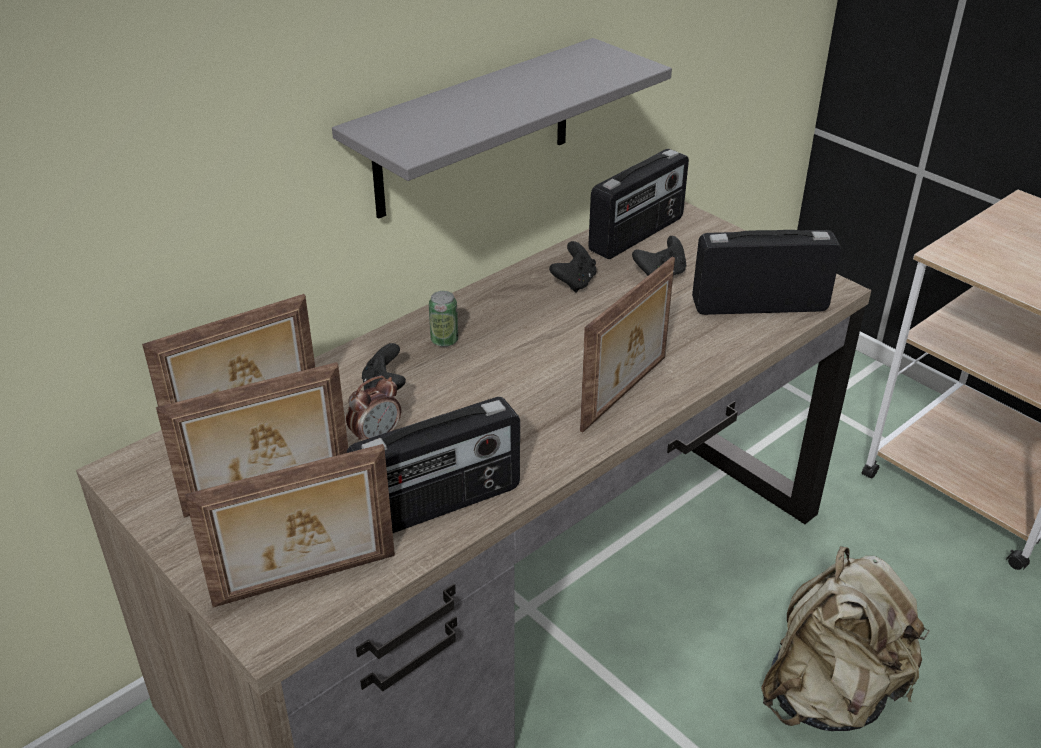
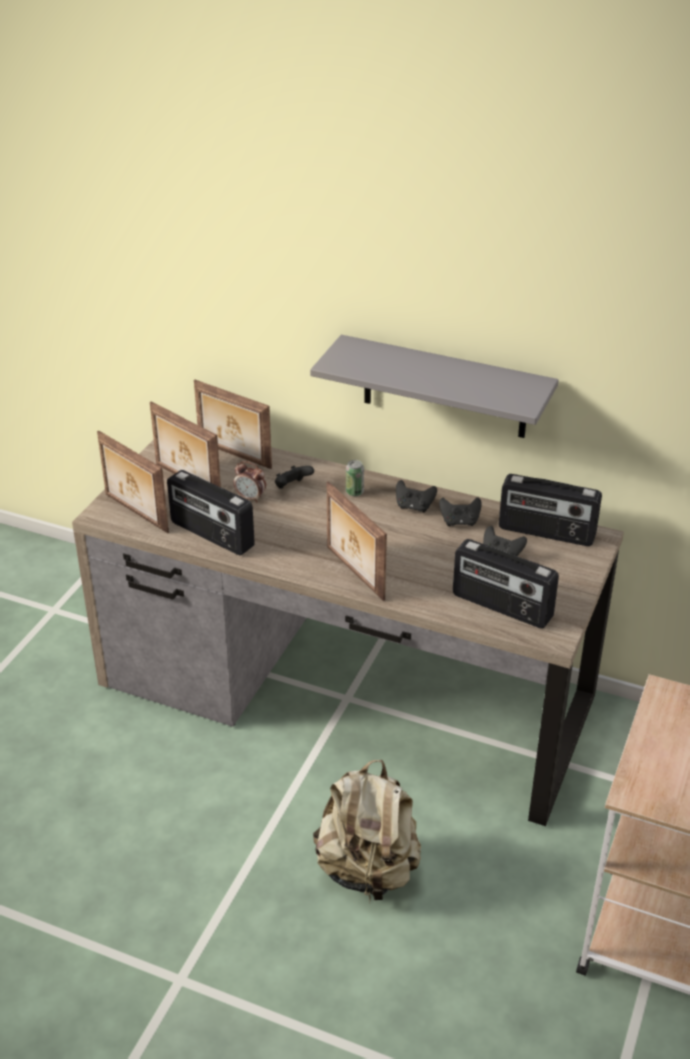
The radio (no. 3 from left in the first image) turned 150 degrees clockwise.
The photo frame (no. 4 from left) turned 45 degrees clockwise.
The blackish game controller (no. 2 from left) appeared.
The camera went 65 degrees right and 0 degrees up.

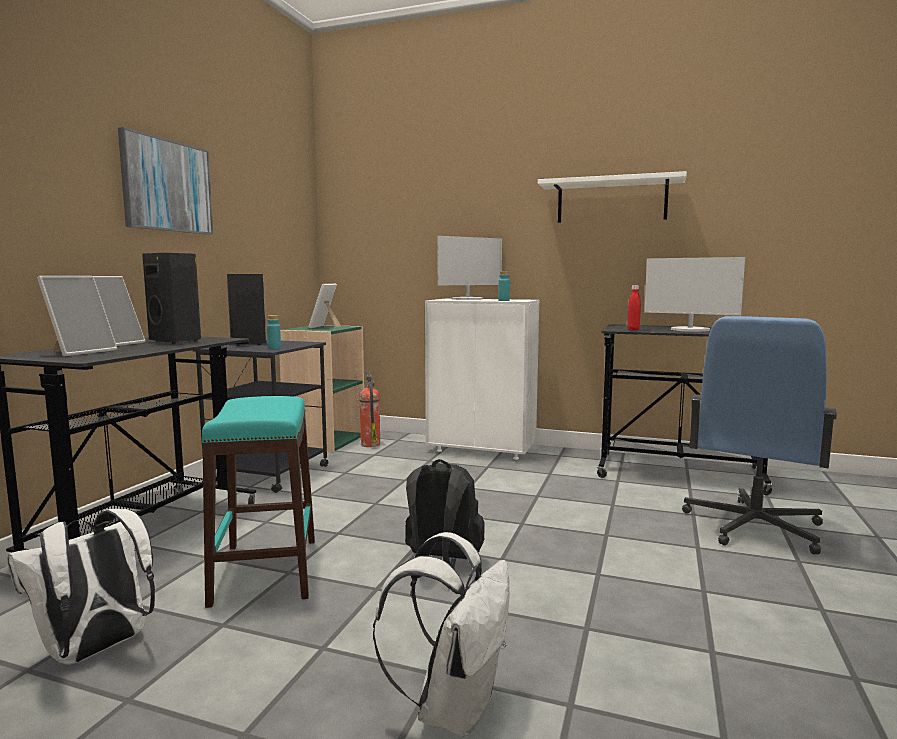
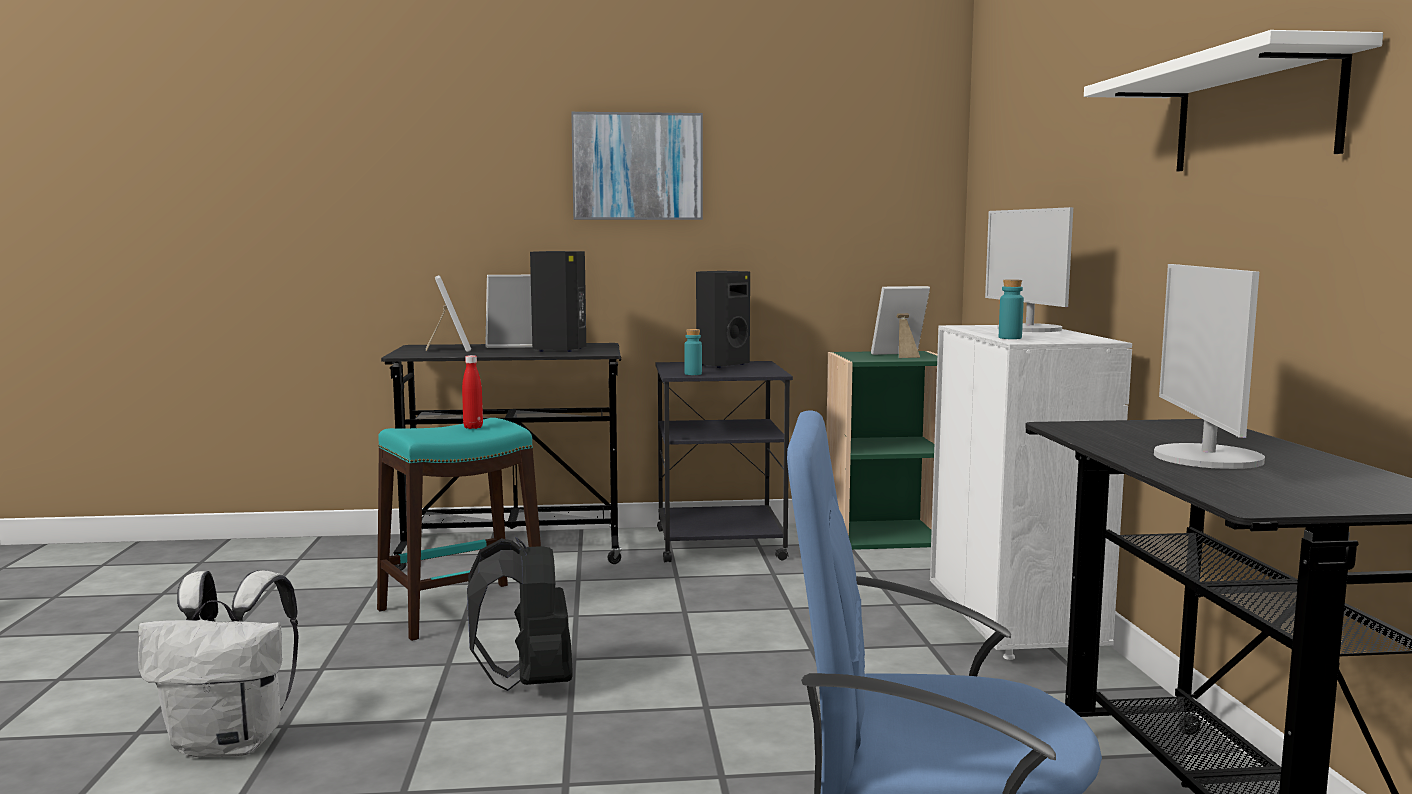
The monitor (no. 1 from left) turned 45 degrees clockwise.
The photo frame (no. 1 from left) turned 105 degrees counterclockwise.
The red bottle moved.
The fire extinguisher disappeared.
The white-coloured knapsack (no. 1 from left) disappeared.
The camera went 65 degrees right and 0 degrees up.

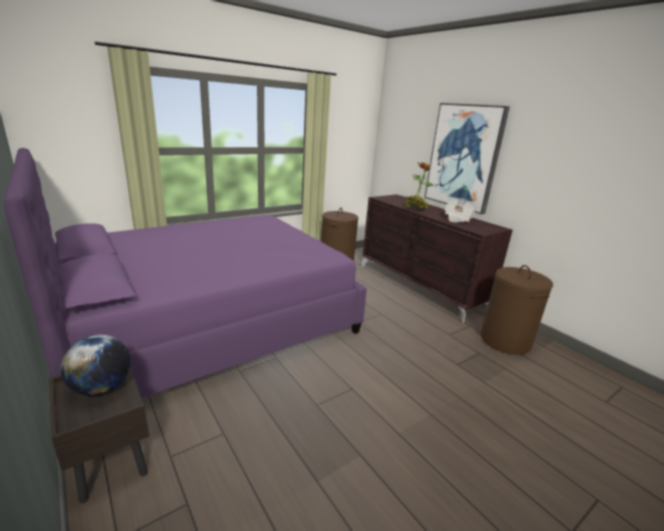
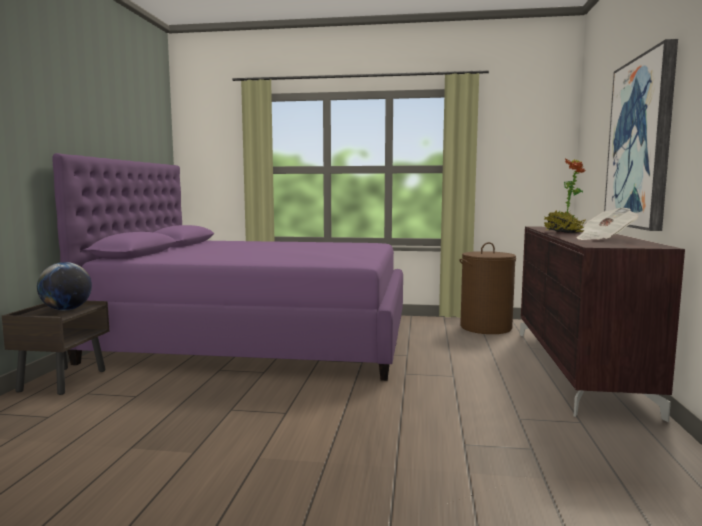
The brownish laundry basket (no. 2 from left) disappeared.
The camera went 45 degrees right and 15 degrees down.

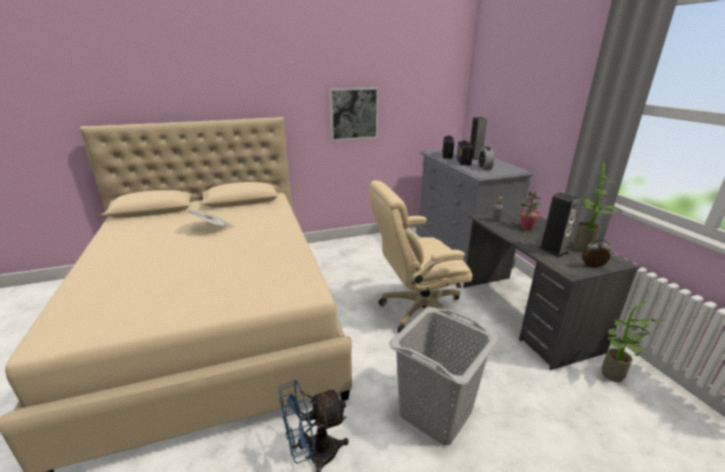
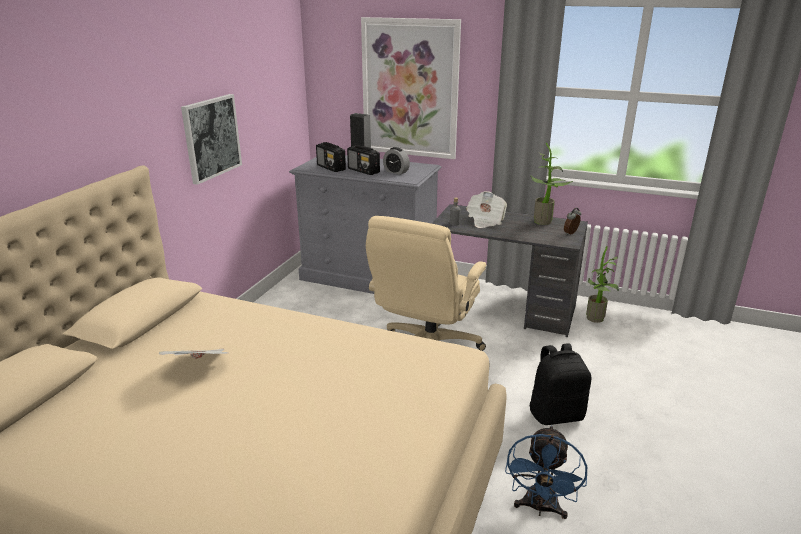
The potted plant (no. 1 from left) was replaced by the printed paper (no. 2 from left).
The audio speaker (no. 2 from left) disappeared.
The gray laundry basket was replaced by the blackish knapsack.
The picture (no. 2 from left) appeared.
The camera went 50 degrees left and 0 degrees up.

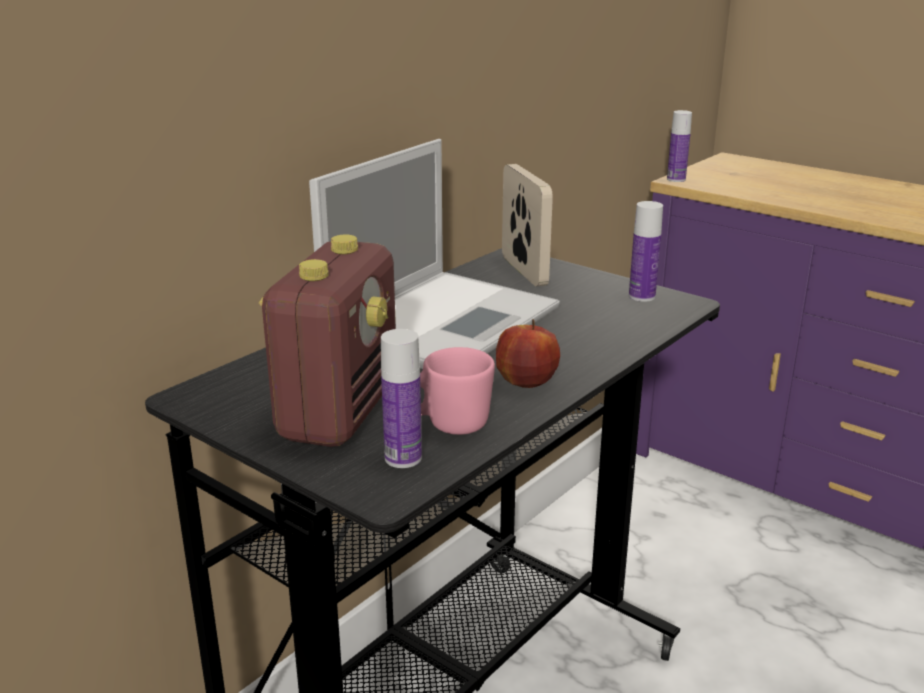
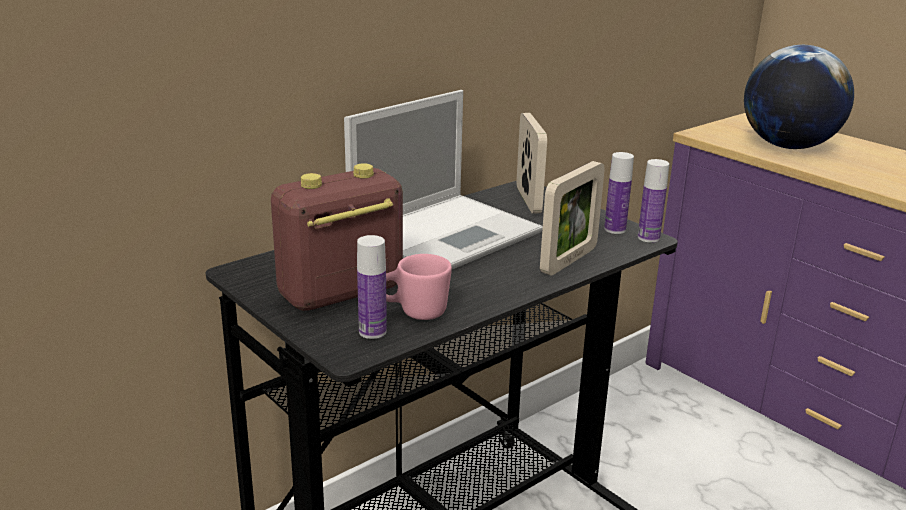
The bottle (no. 3 from left) moved.
The radio turned 150 degrees counterclockwise.
The apple fruit disappeared.
The globe appeared.
The photo frame (no. 2 from left) appeared.
The camera went 10 degrees right and 0 degrees up.

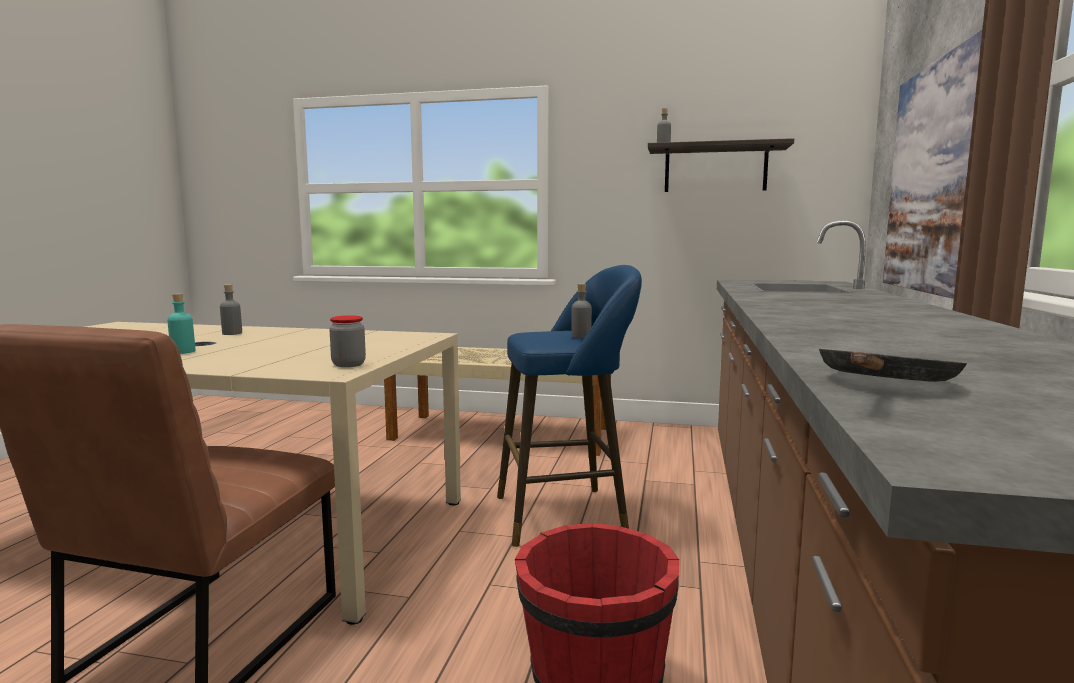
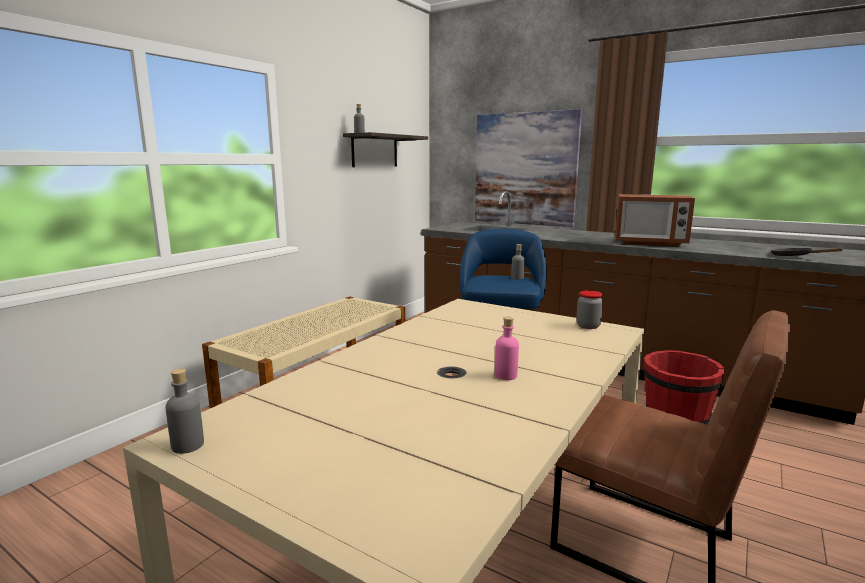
The gray bottle (no. 1 from left) moved.
The turquoise bottle became the pink bottle.
The kitchen microwave appeared.
The camera went 70 degrees left and 5 degrees up.

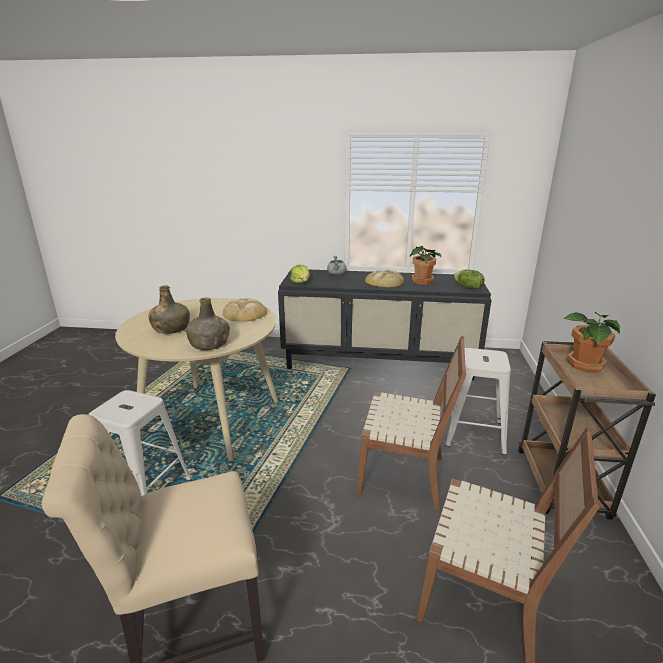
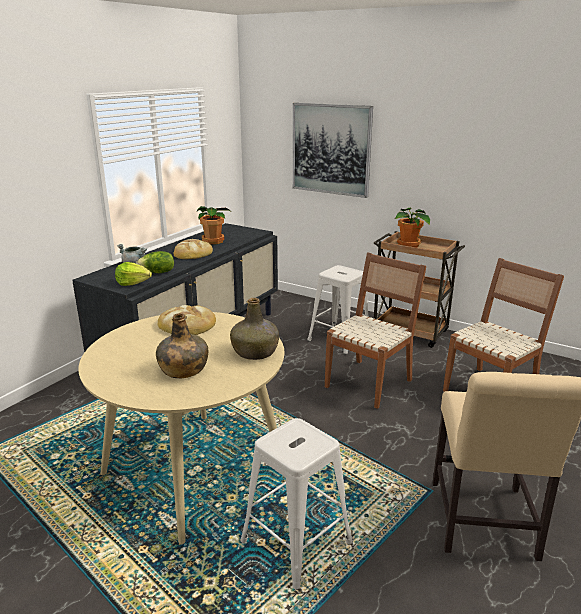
The lettuce (no. 2 from left) moved.
The picture appeared.
The camera went 65 degrees left and 0 degrees up.

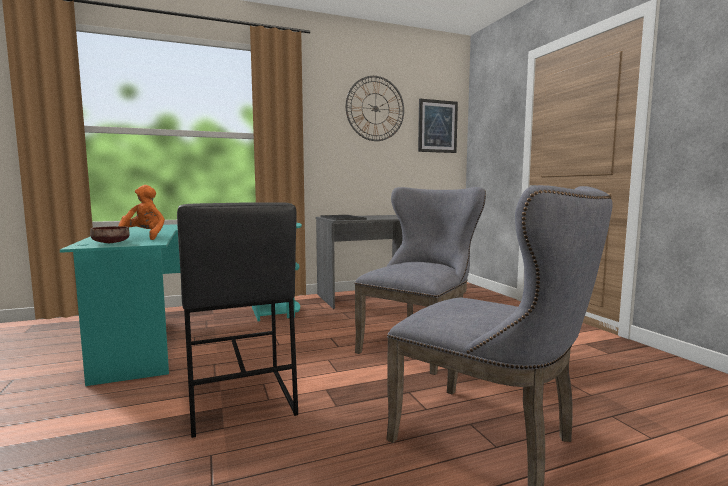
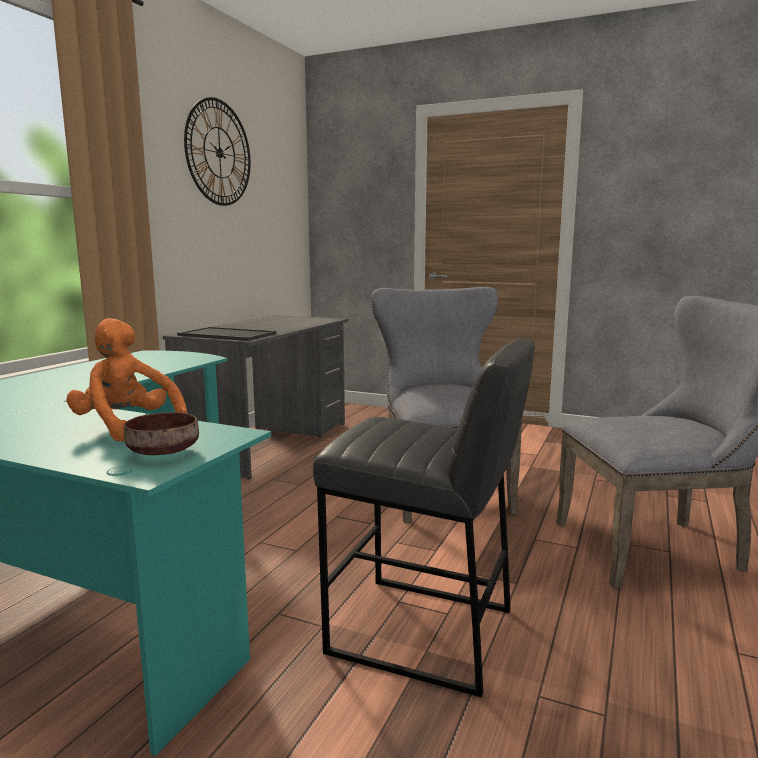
The picture disappeared.
The camera went 45 degrees left and 5 degrees up.

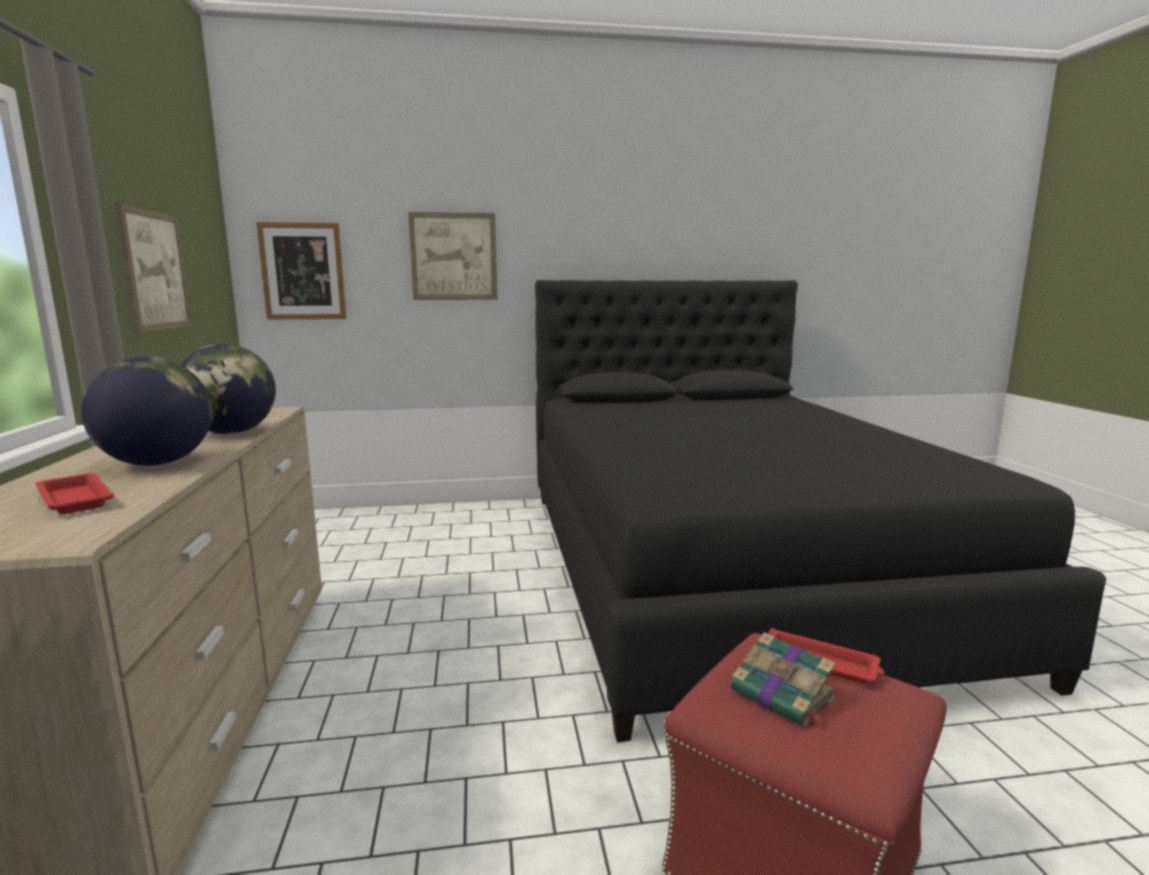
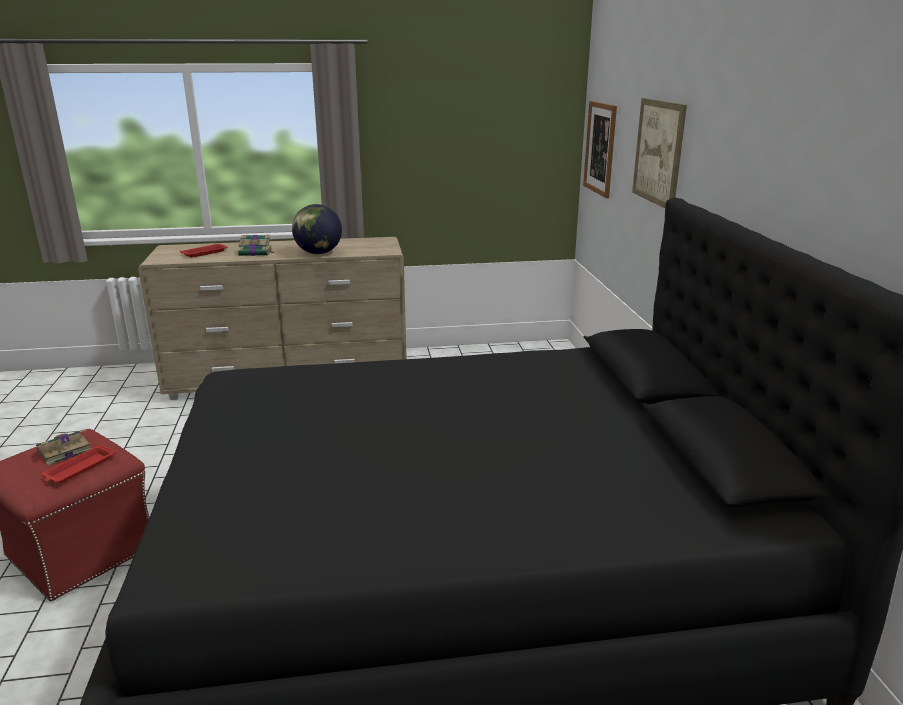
The picture (no. 1 from left) disappeared.
The globe (no. 1 from left) was replaced by the volume (no. 2 from left).
The camera went 90 degrees right and 10 degrees up.

